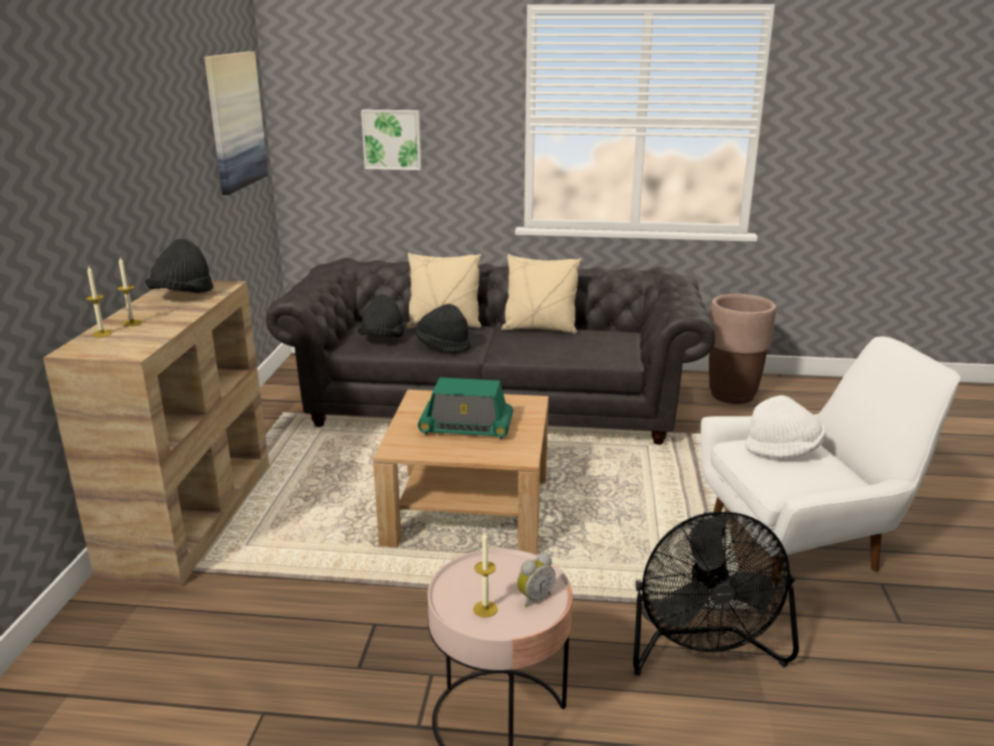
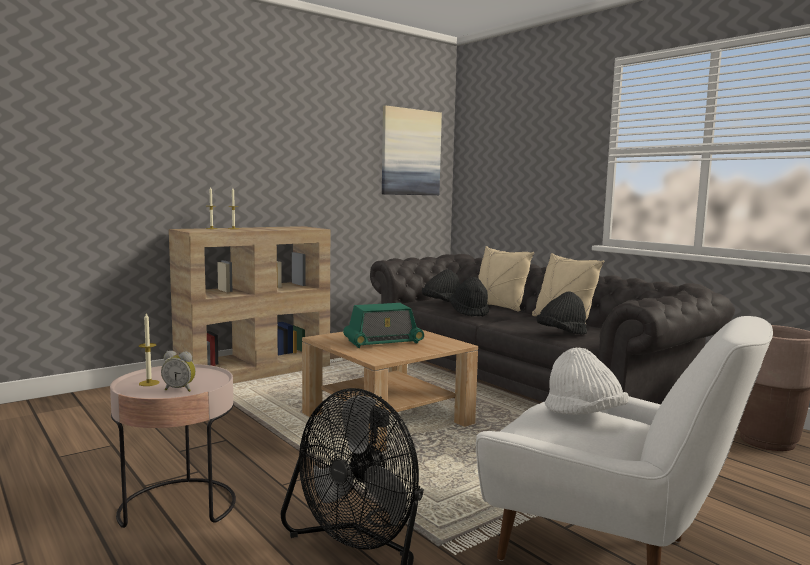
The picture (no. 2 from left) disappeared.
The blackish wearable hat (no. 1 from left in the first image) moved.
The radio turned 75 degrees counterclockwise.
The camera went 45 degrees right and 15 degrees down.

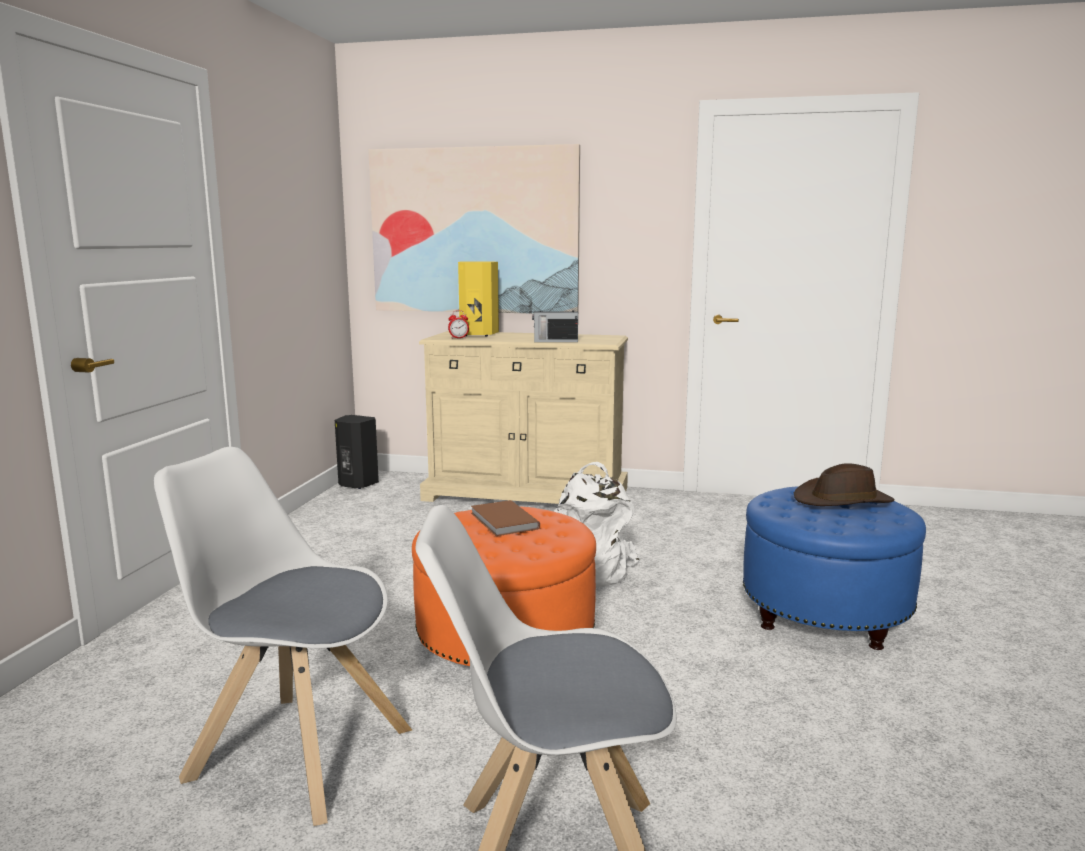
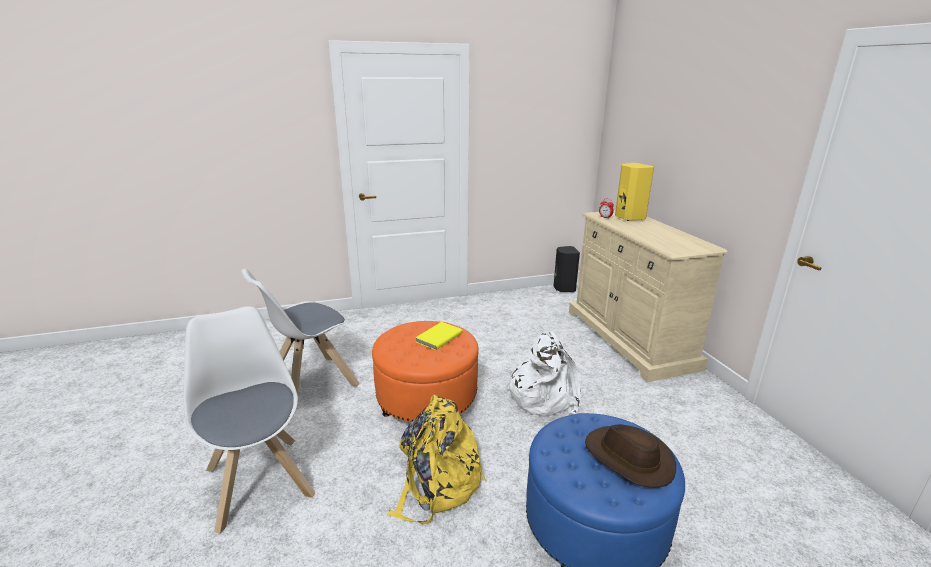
The picture disappeared.
The radio disappeared.
The plain chair (no. 1 from left in the first image) turned 120 degrees counterclockwise.
The brownish volume became the yellow volume.
The yellow knapsack appeared.
The camera went 60 degrees right and 10 degrees up.

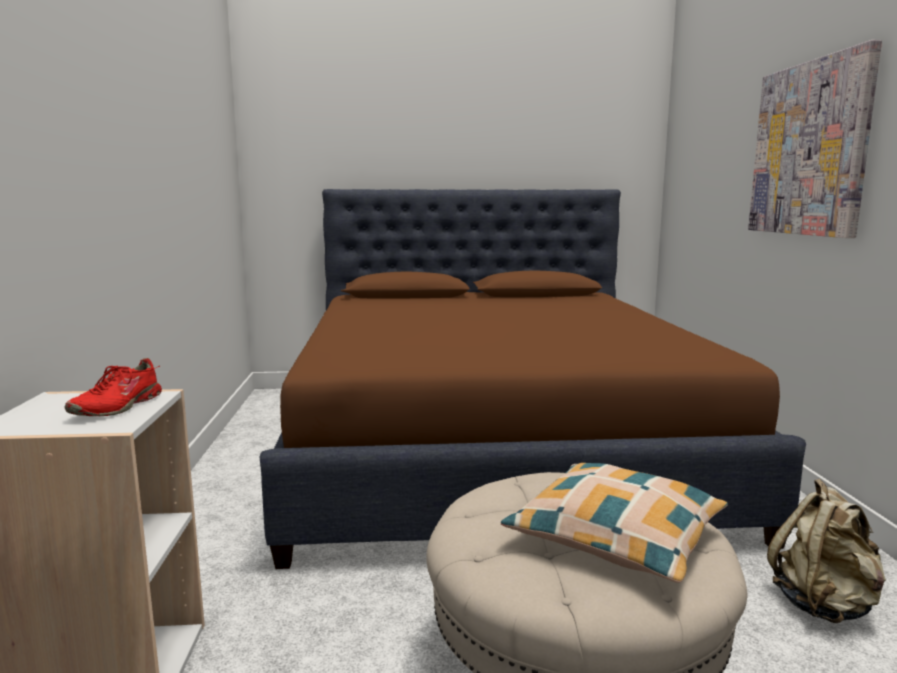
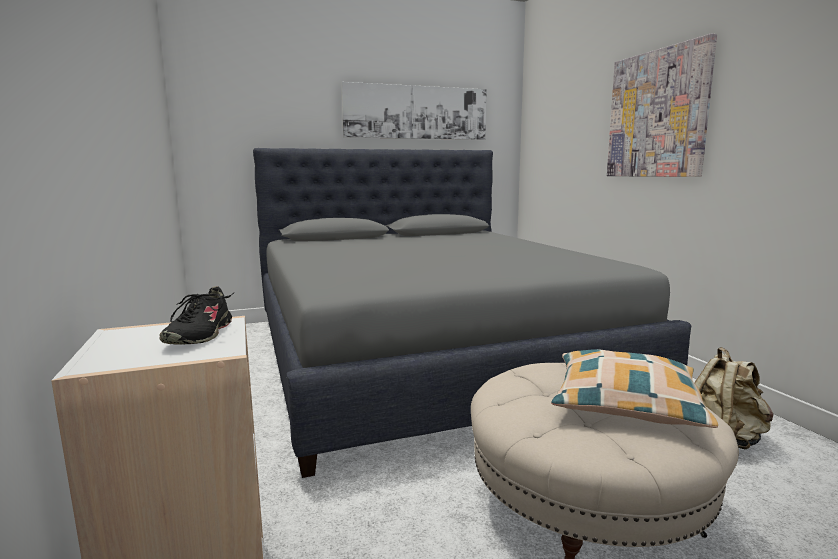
The brownish bedroom bed became the gray bedroom bed.
The red shoe became the blackish shoe.
The picture (no. 1 from left) appeared.
The camera went 15 degrees left and 0 degrees up.

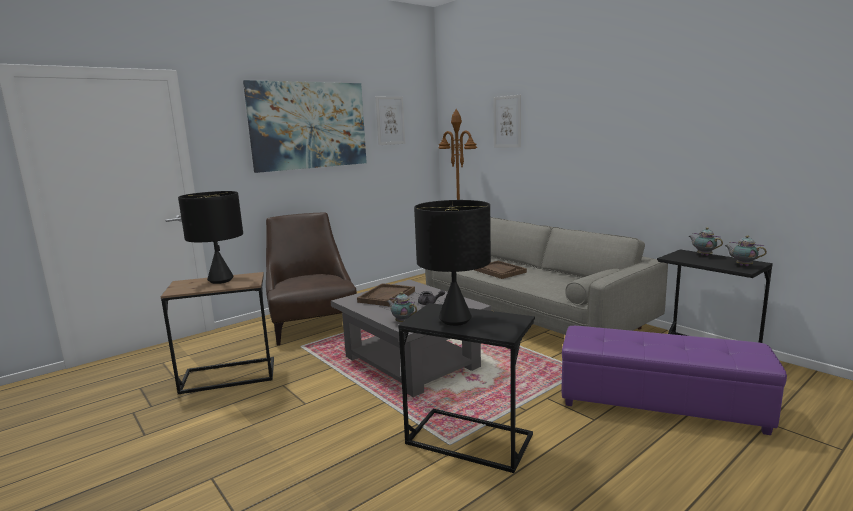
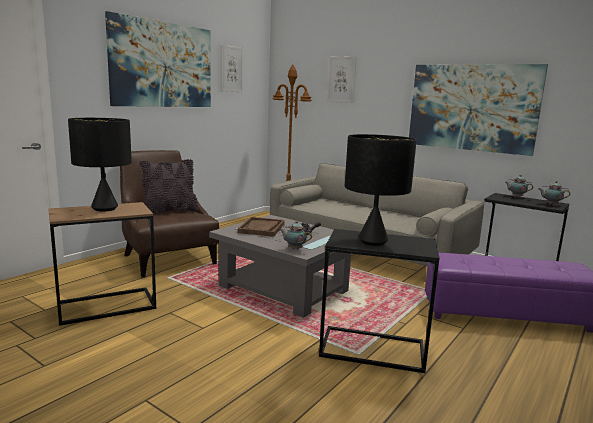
The brownish tray (no. 2 from left) disappeared.
The picture (no. 4 from left) appeared.
The blackish throw pillow appeared.
The camera went 15 degrees left and 0 degrees up.

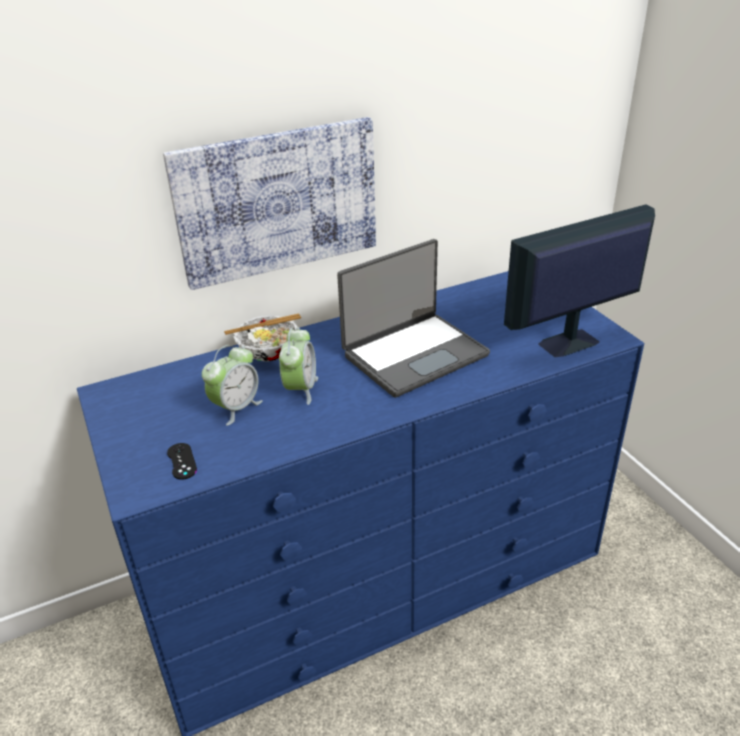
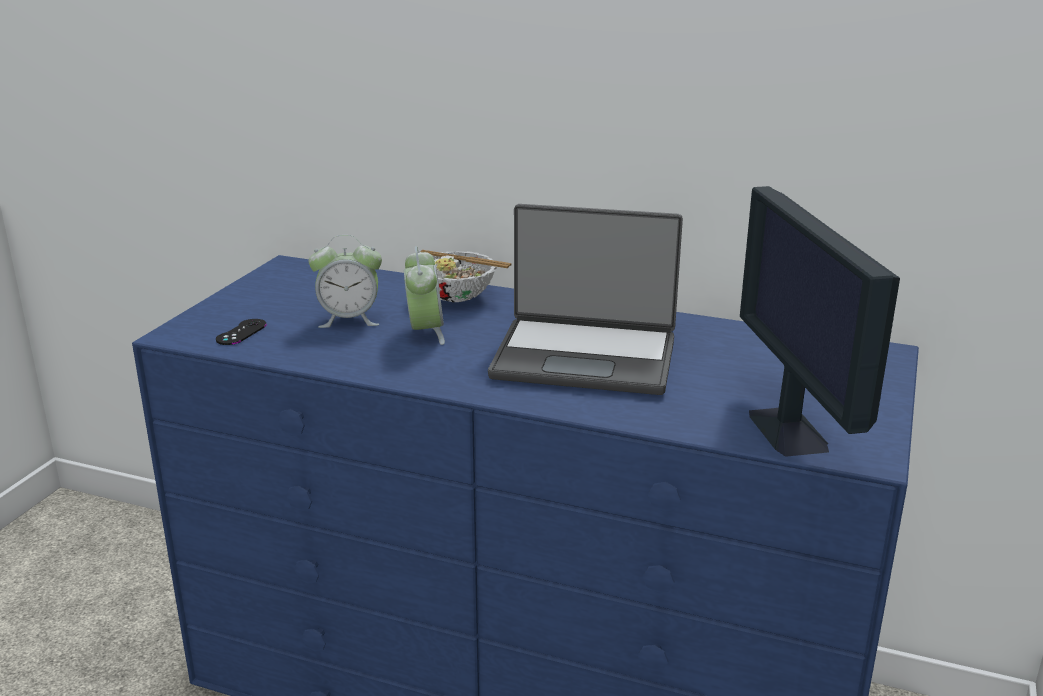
The picture disappeared.
The monitor turned 120 degrees counterclockwise.
The alarm clock (no. 2 from left) turned 60 degrees counterclockwise.
The camera went 45 degrees right and 10 degrees down.

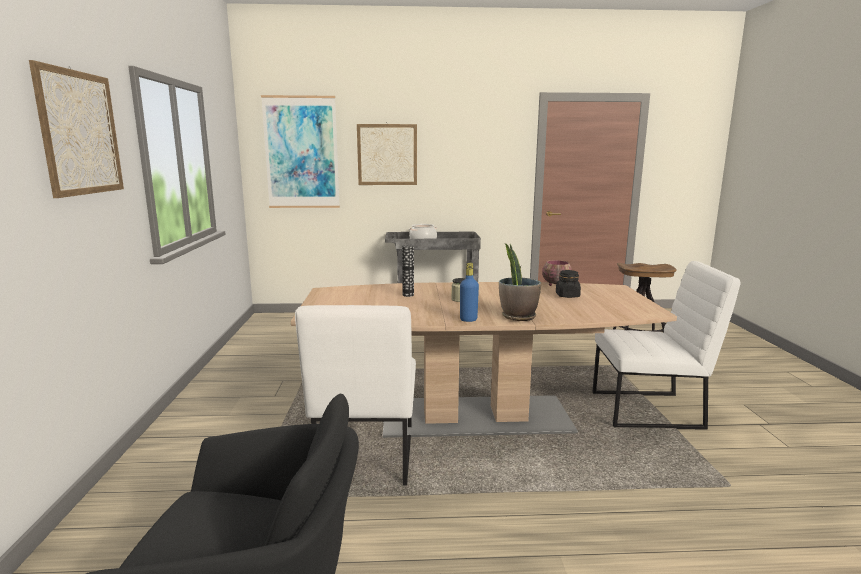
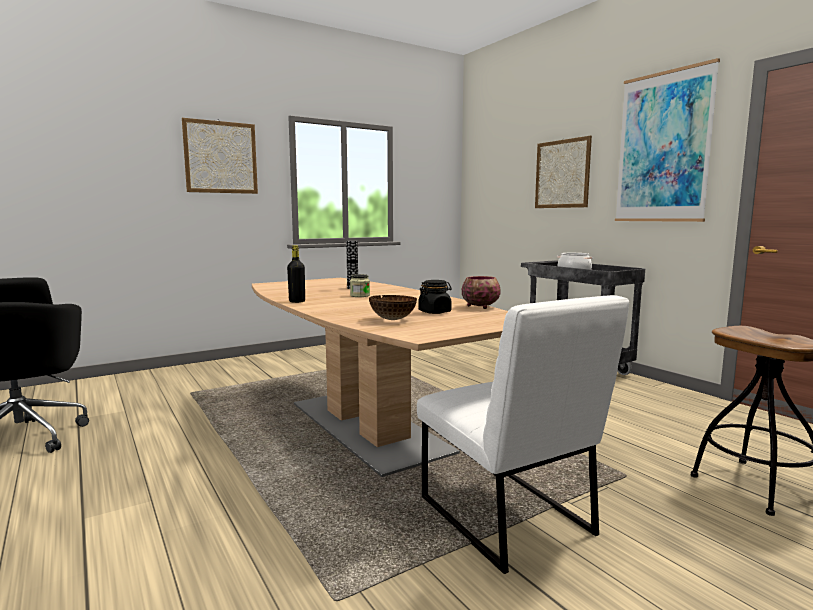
The picture (no. 2 from left in the first image) moved.
The potted plant disappeared.
The bluish bottle became the blackish bottle.
The white-coloured plain chair (no. 1 from left) disappeared.
The serving bowl (no. 1 from left) appeared.
The camera went 60 degrees right and 5 degrees down.

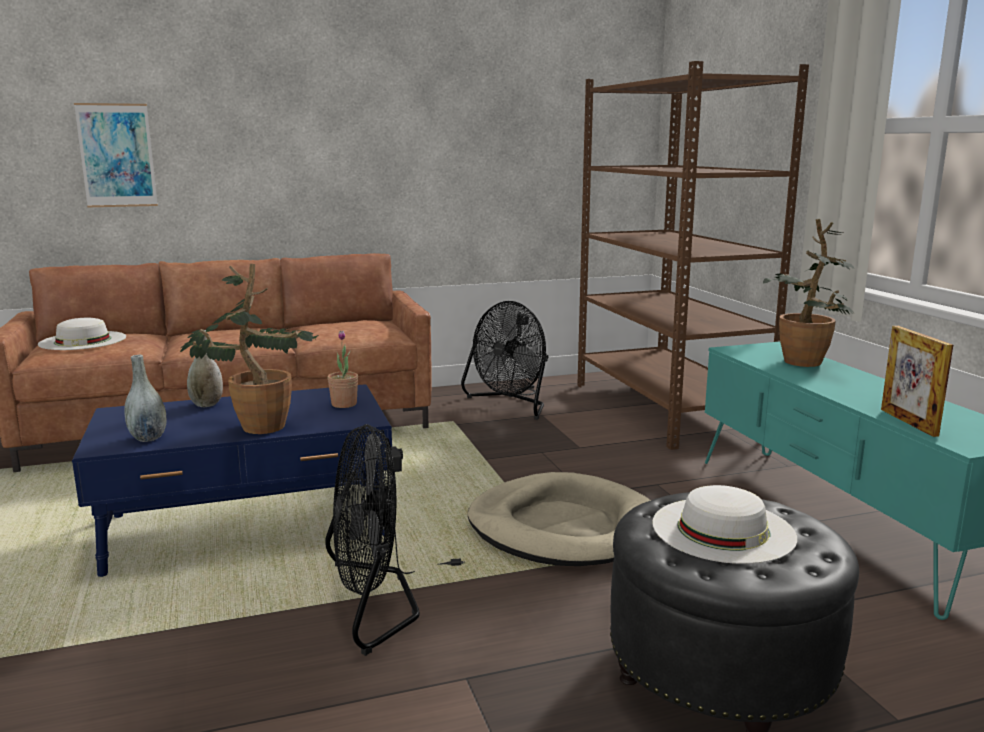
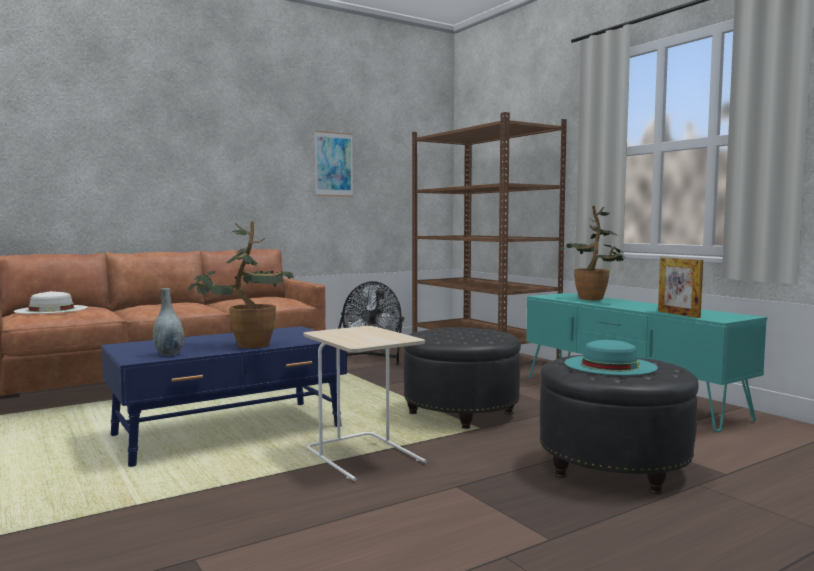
The picture moved.
The gray decorative vase (no. 2 from left) disappeared.
The potted plant (no. 2 from left) disappeared.
The blackish fan (no. 1 from left) was replaced by the sand-coloured accent table.
The sand-coloured pet bed was replaced by the blackish footrest (no. 1 from left).
The white-coloured wearable hat (no. 2 from left) became the turquoise wearable hat.
The camera went 15 degrees left and 10 degrees down.

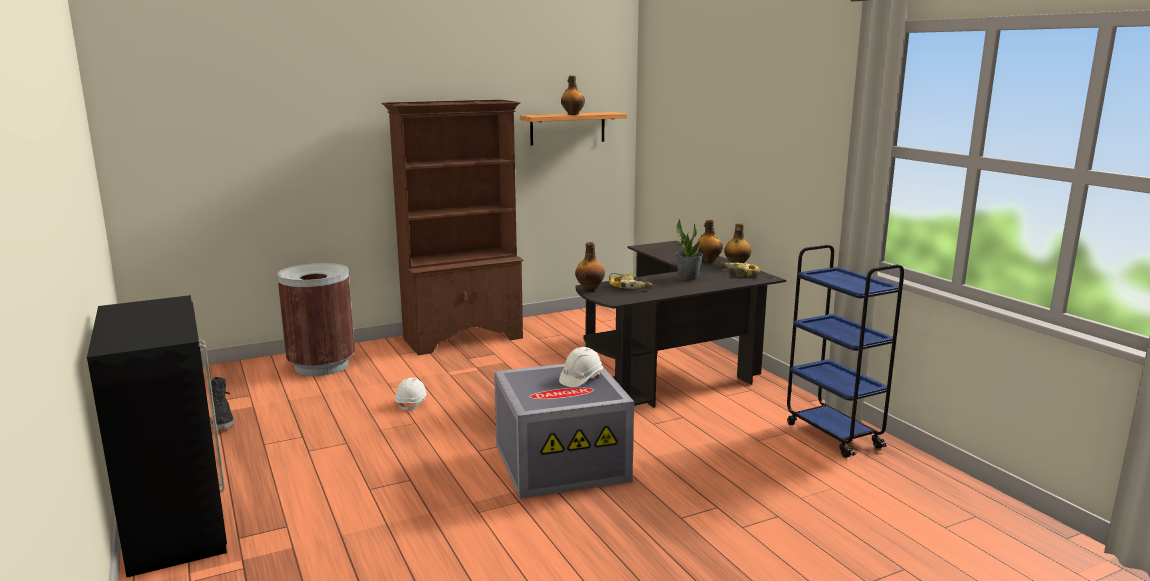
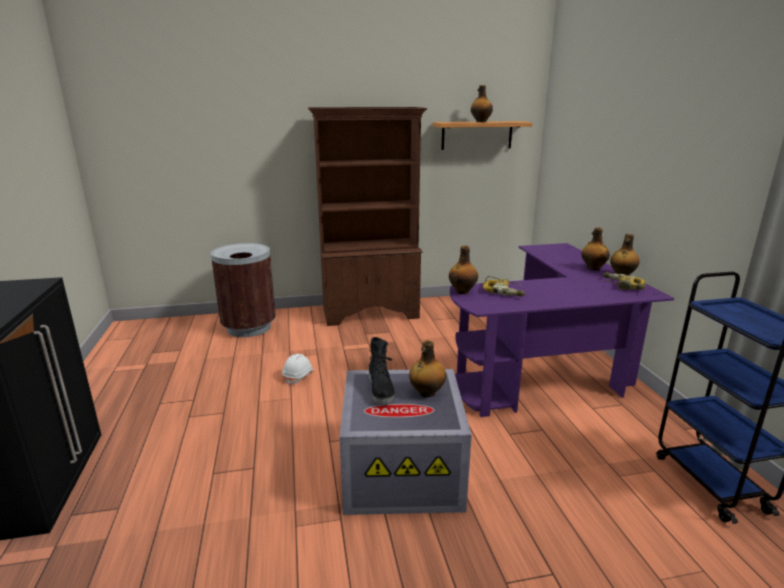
The potted plant disappeared.
The blackish desk table became the purple-coloured desk table.
The white-coloured hard hat (no. 2 from left) was replaced by the bottle (no. 1 from left).
The blackish boot moved.
The camera went 15 degrees right and 5 degrees up.

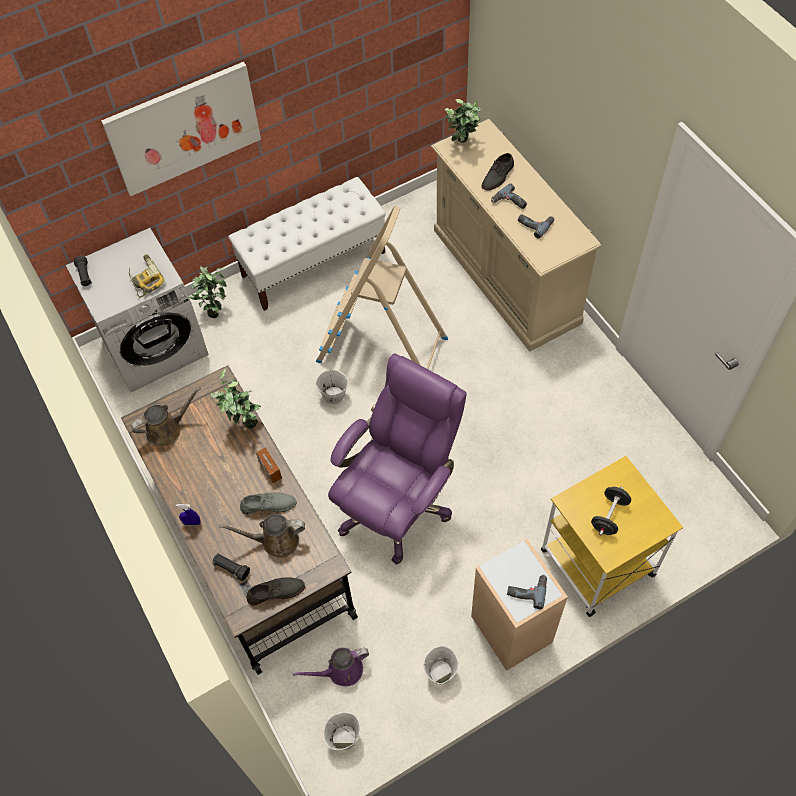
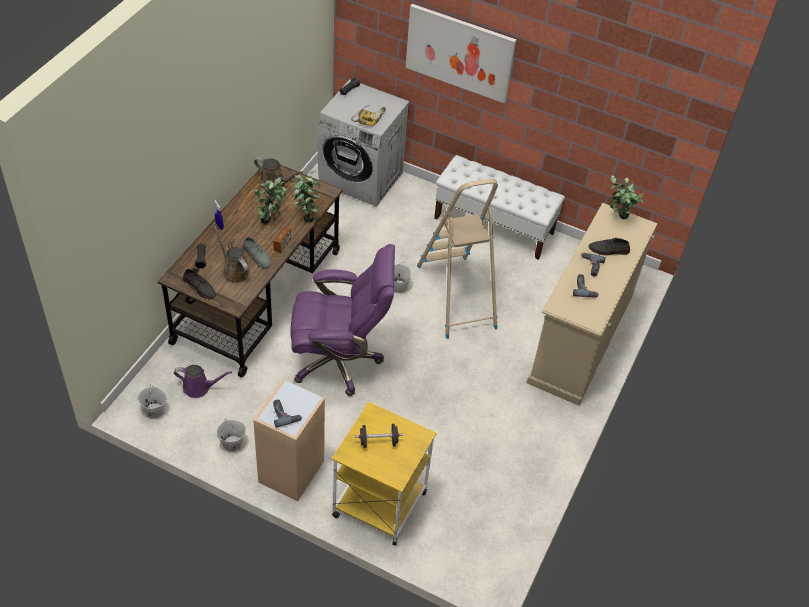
The potted plant (no. 1 from left) moved.
The purple-coloured watering can turned 150 degrees clockwise.
The camera went 50 degrees right and 10 degrees down.

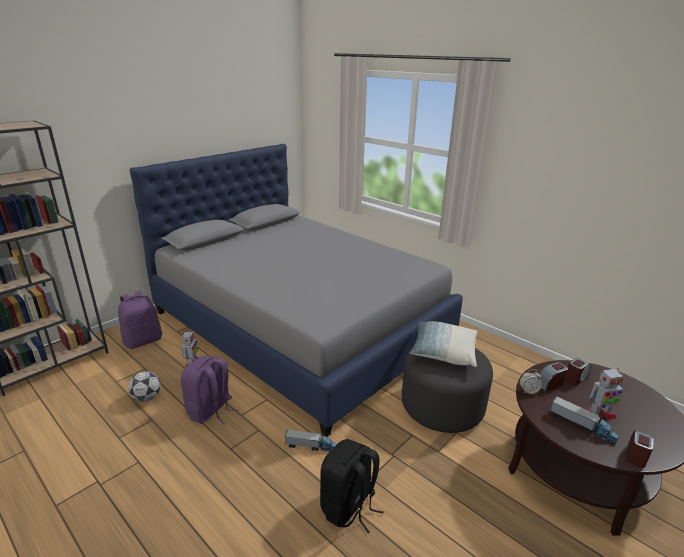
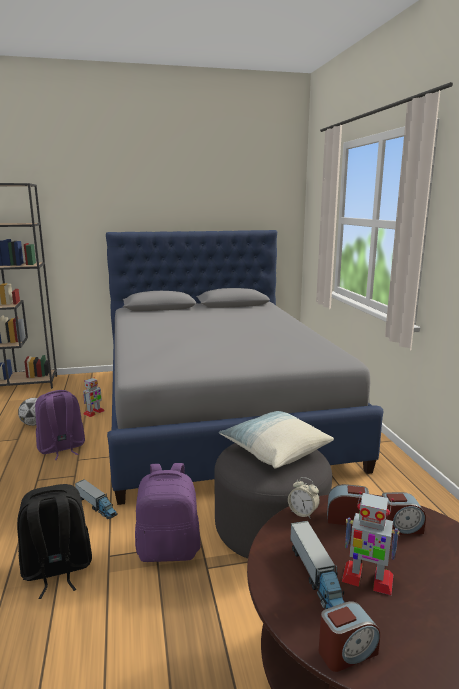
The purple-coloured knapsack (no. 1 from left in the first image) moved.
The camera went 35 degrees right and 10 degrees down.

